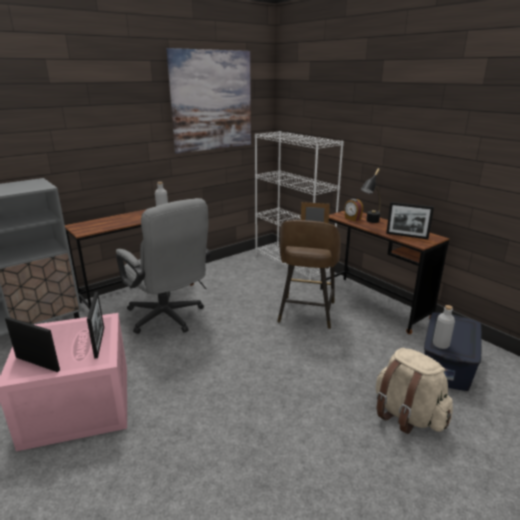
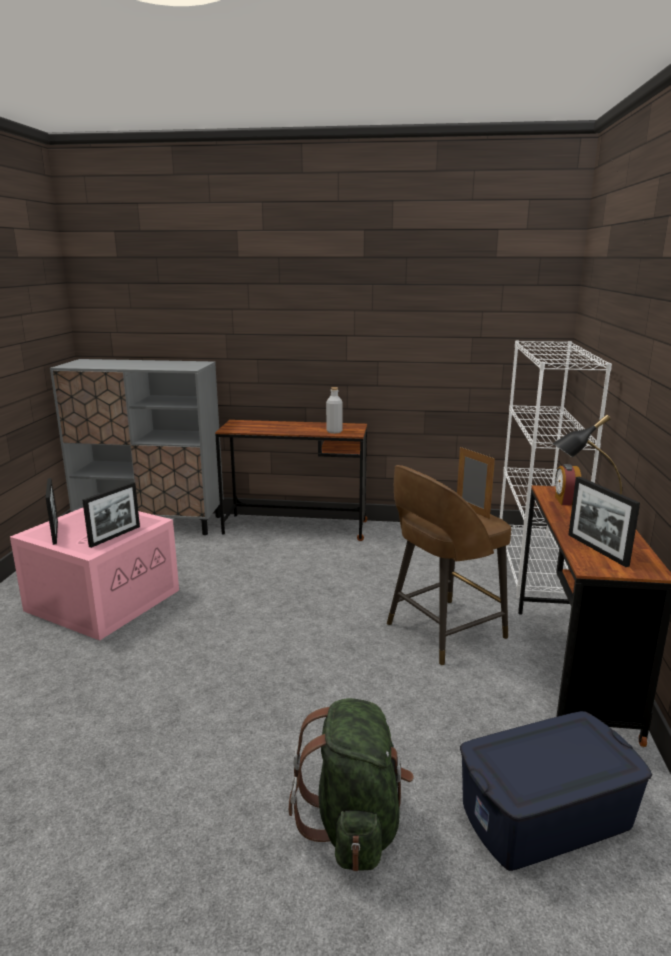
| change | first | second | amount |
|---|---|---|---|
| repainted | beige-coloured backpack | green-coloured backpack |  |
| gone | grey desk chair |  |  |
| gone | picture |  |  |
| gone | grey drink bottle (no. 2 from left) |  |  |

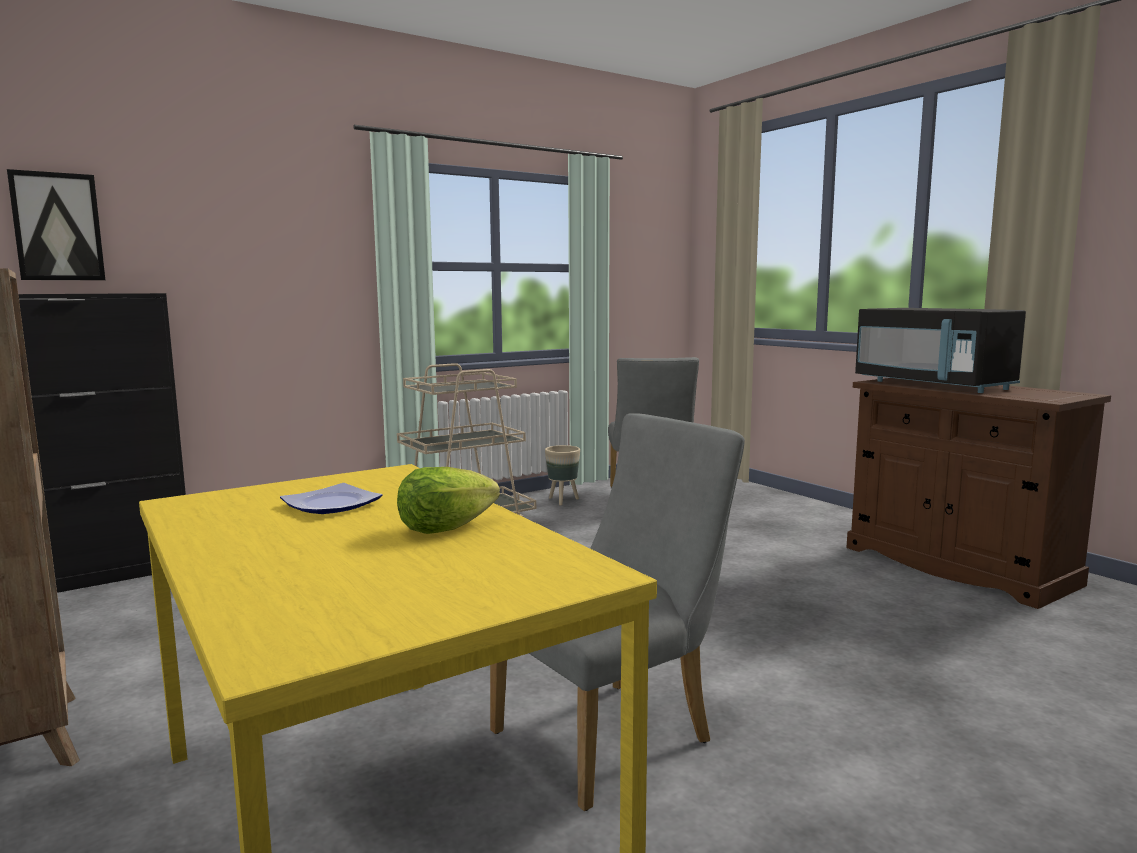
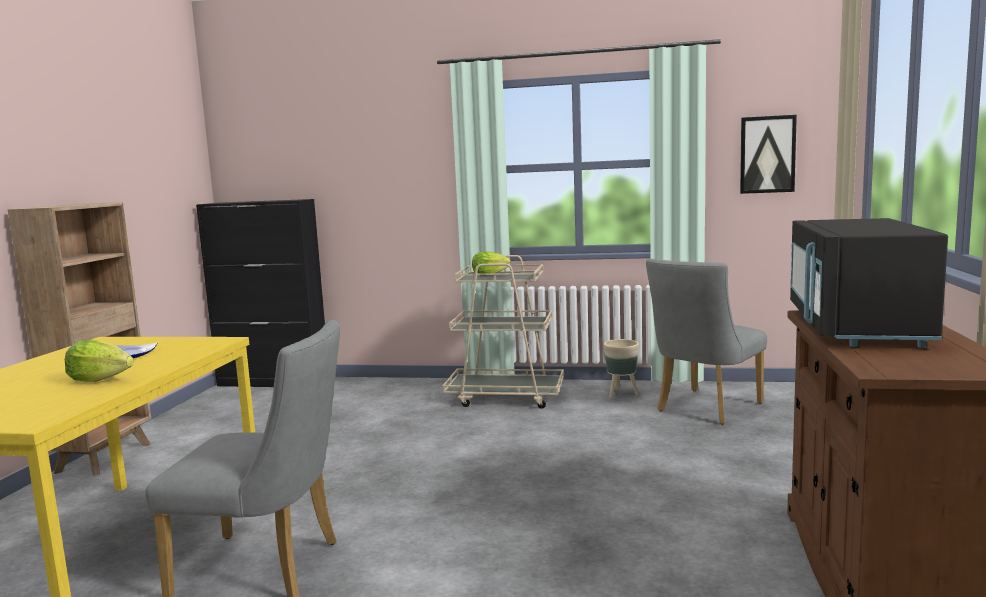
| change | first | second | amount |
|---|---|---|---|
| new |  | lettuce head (no. 2 from left) |  |
| shifted | picture |  |  |

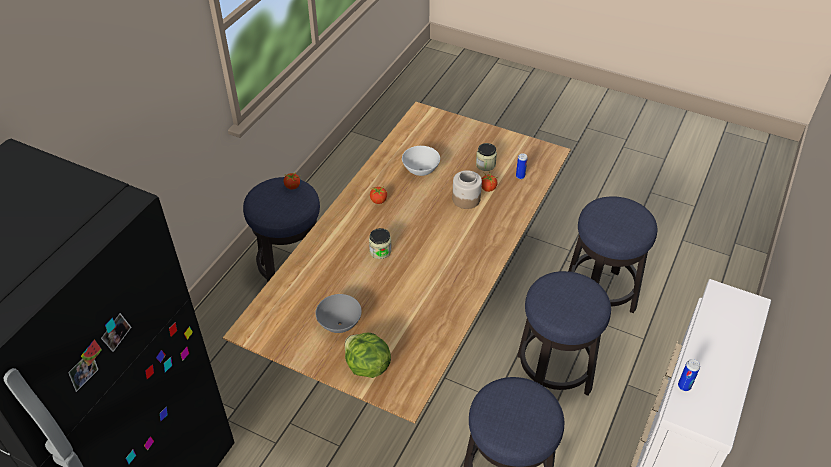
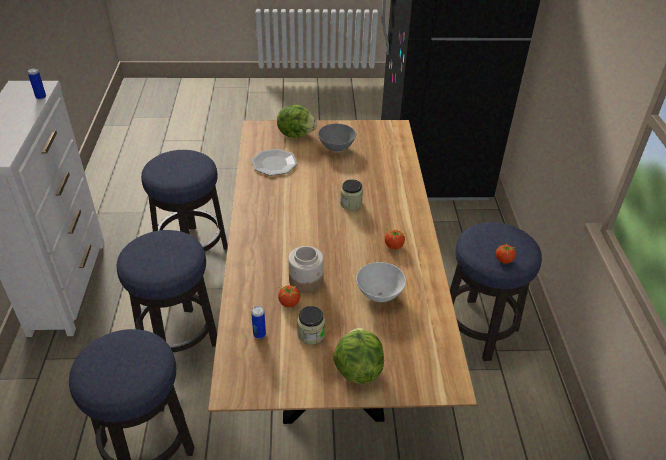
| change | first | second | amount |
|---|---|---|---|
| new |  | dinner plate |  |
| new |  | lettuce head (no. 2 from left) |  |

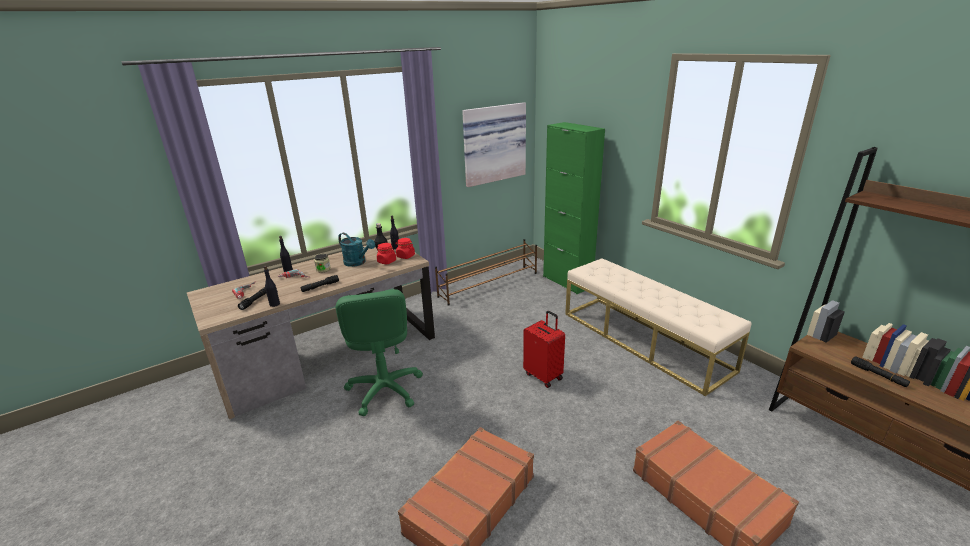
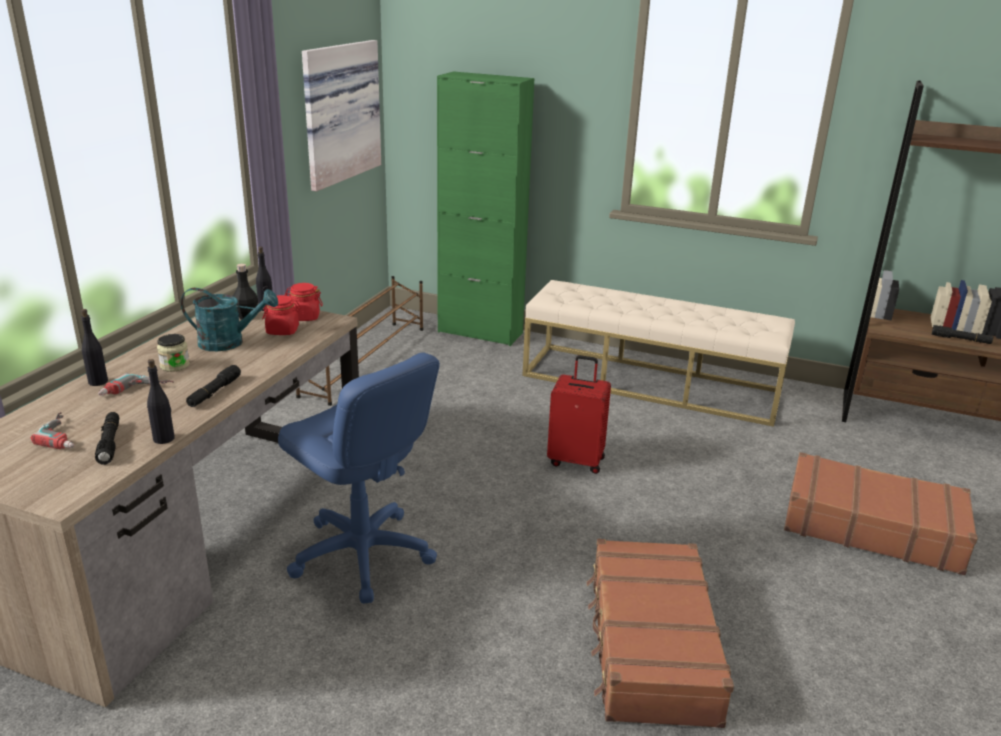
| change | first | second | amount |
|---|---|---|---|
| repainted | green-coloured desk chair | bluish desk chair |  |

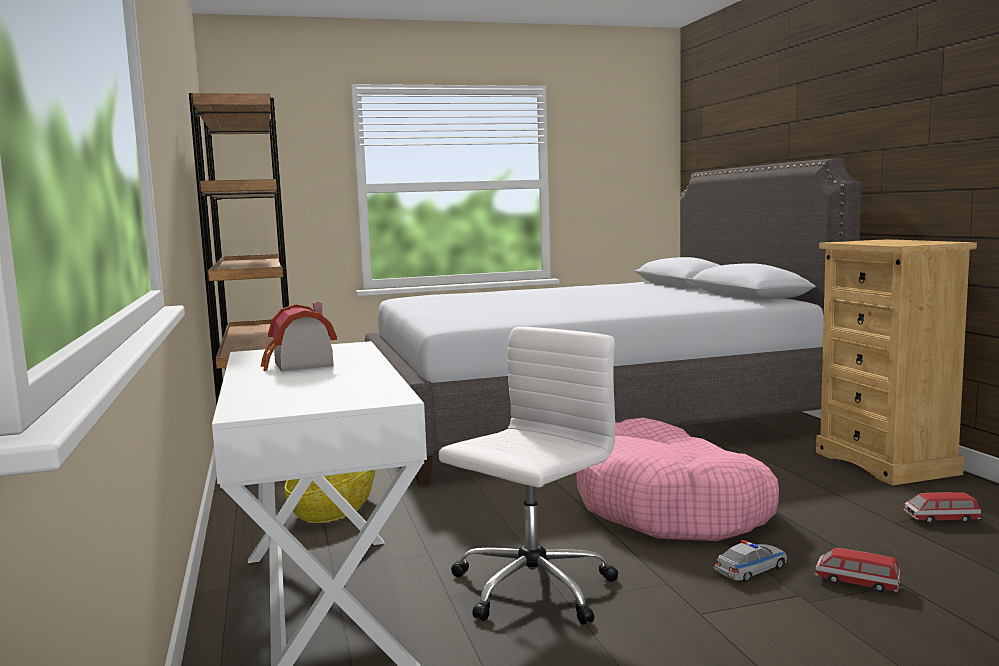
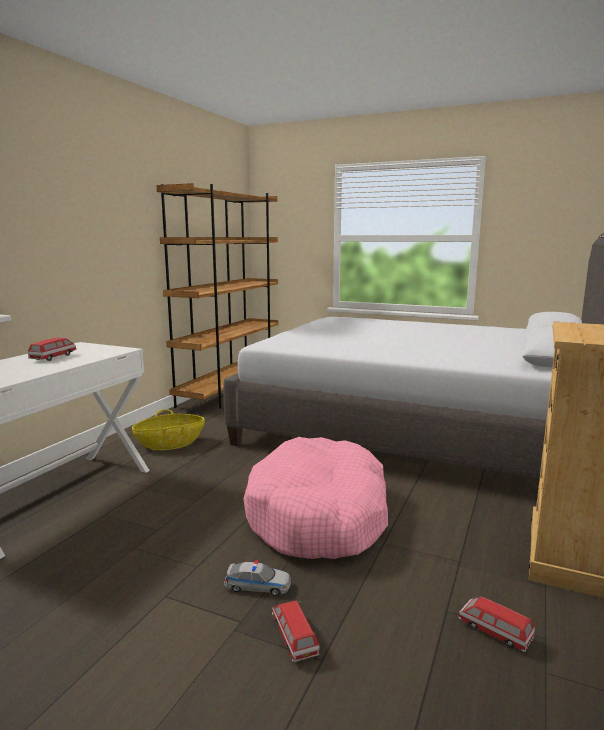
| change | first | second | amount |
|---|---|---|---|
| swapped | model house | model car (no. 1 from left) |  |
| gone | white desk chair |  |  |

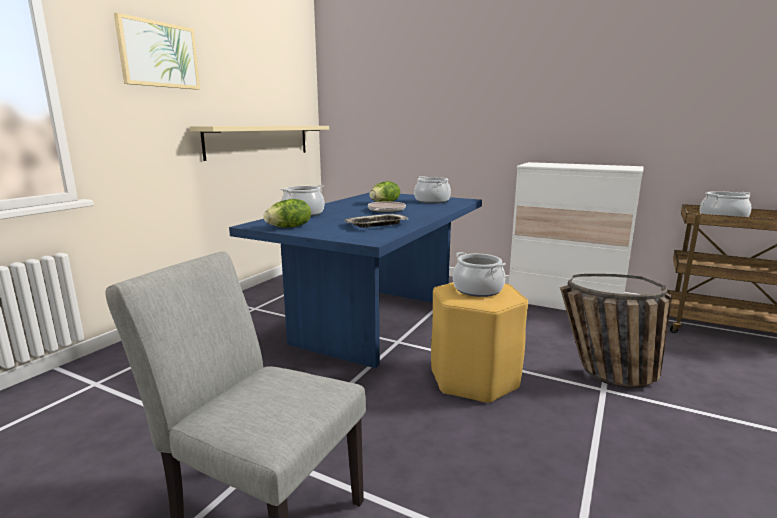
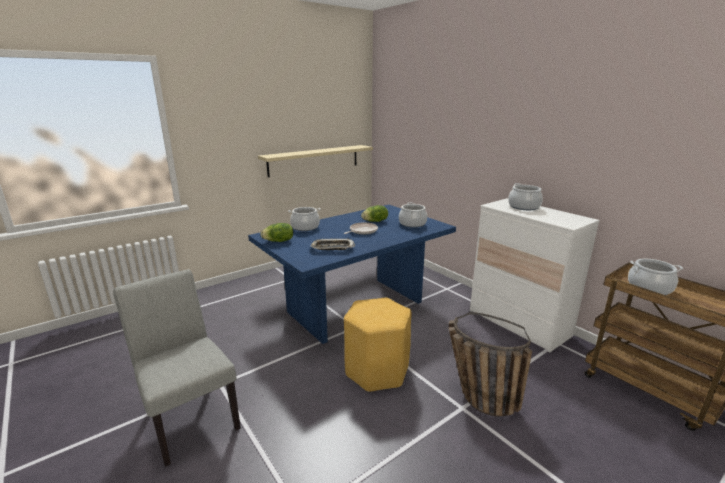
| change | first | second | amount |
|---|---|---|---|
| shifted | stockpot (no. 3 from left) |  |  |
| gone | picture |  |  |

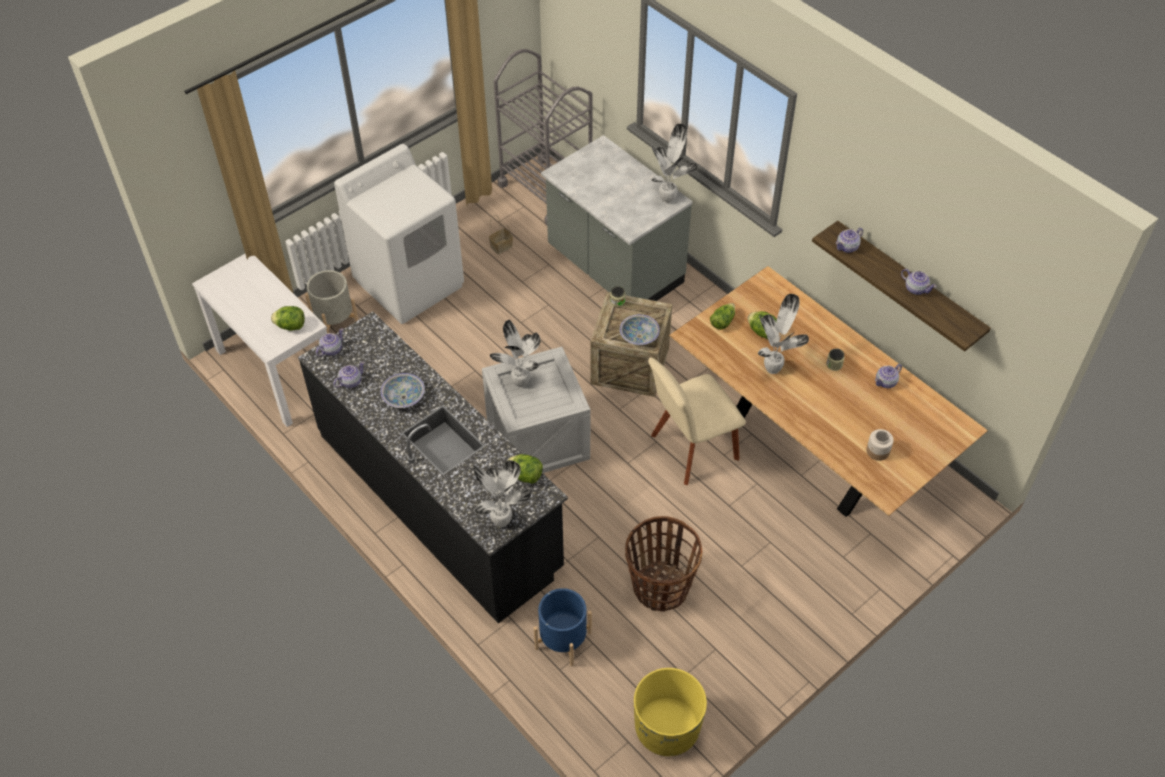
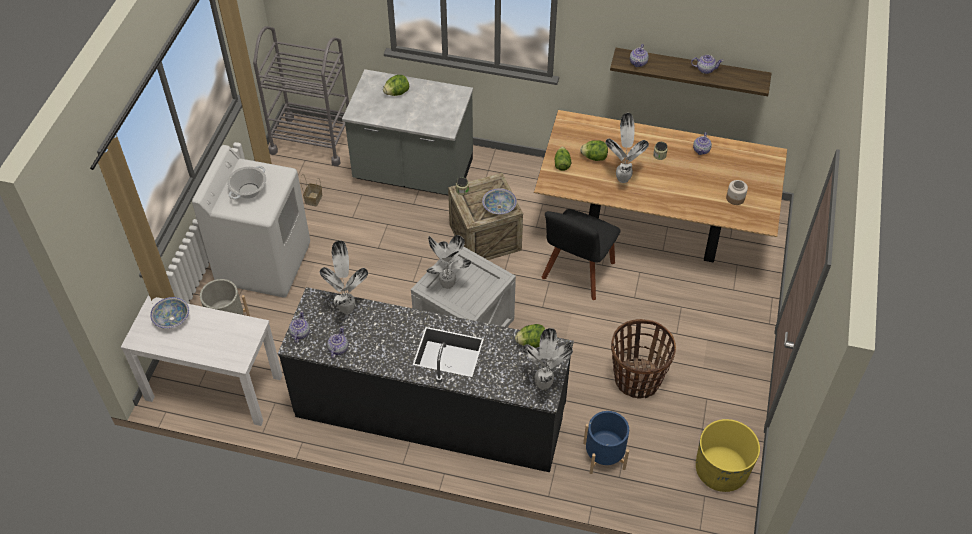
| change | first | second | amount |
|---|---|---|---|
| shifted | bowl (no. 1 from left) |  |  |
| new |  | stockpot |  |
| shifted | plant in a pot (no. 3 from left in the first image) | plant in a pot (no. 1 from left) |  |
| shifted | lettuce head (no. 1 from left) |  |  |
| repainted | beige-coloured upright chair | black-coloured upright chair |  |

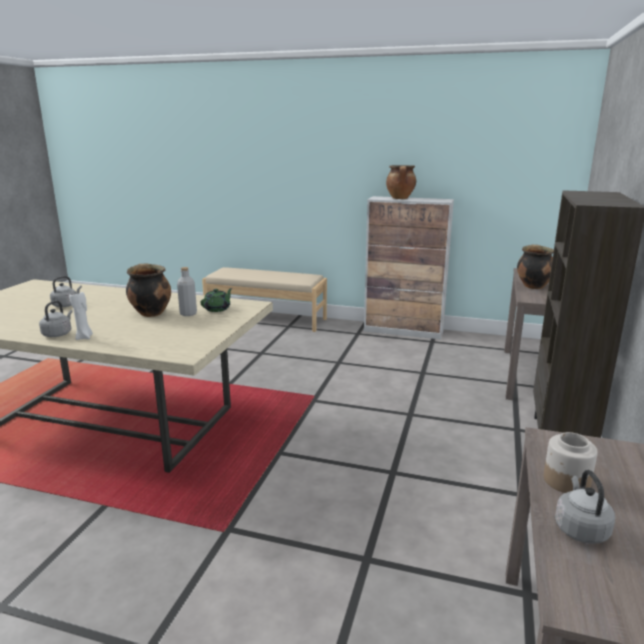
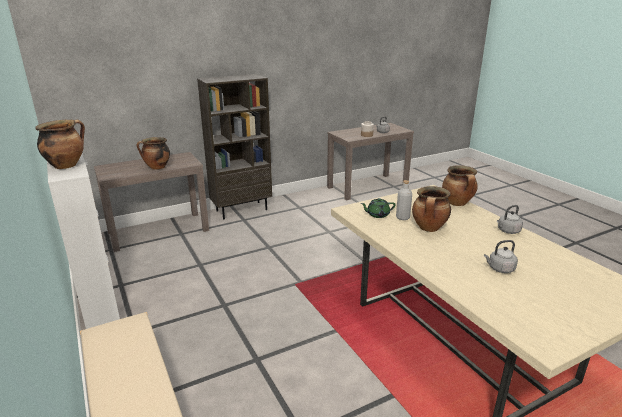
| change | first | second | amount |
|---|---|---|---|
| new |  | stockpot (no. 4 from left) |  |
| gone | white wax candle |  |  |

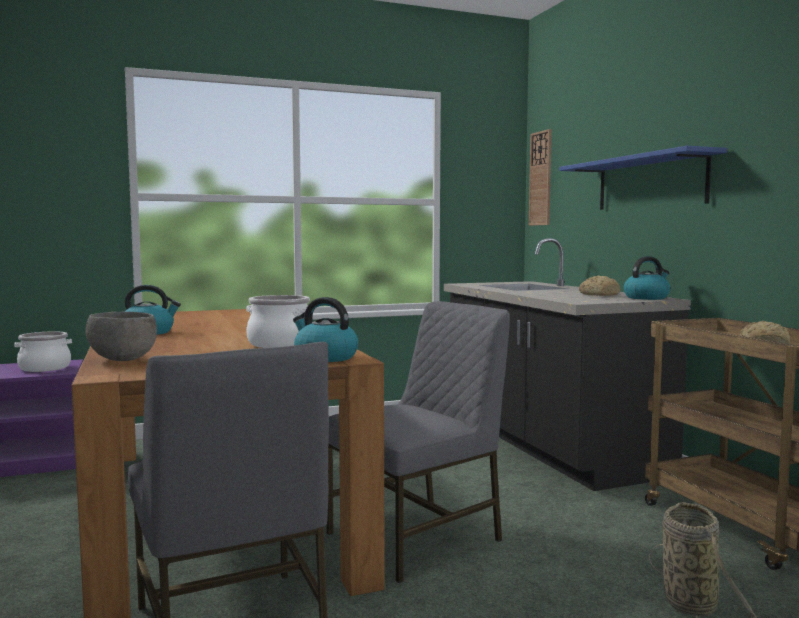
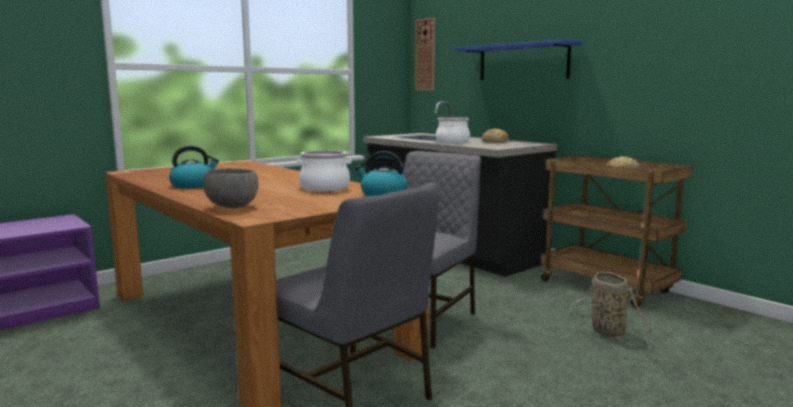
| change | first | second | amount |
|---|---|---|---|
| shifted | stockpot (no. 1 from left in the first image) | stockpot (no. 2 from left) |  |
| gone | water kettle (no. 3 from left) |  |  |

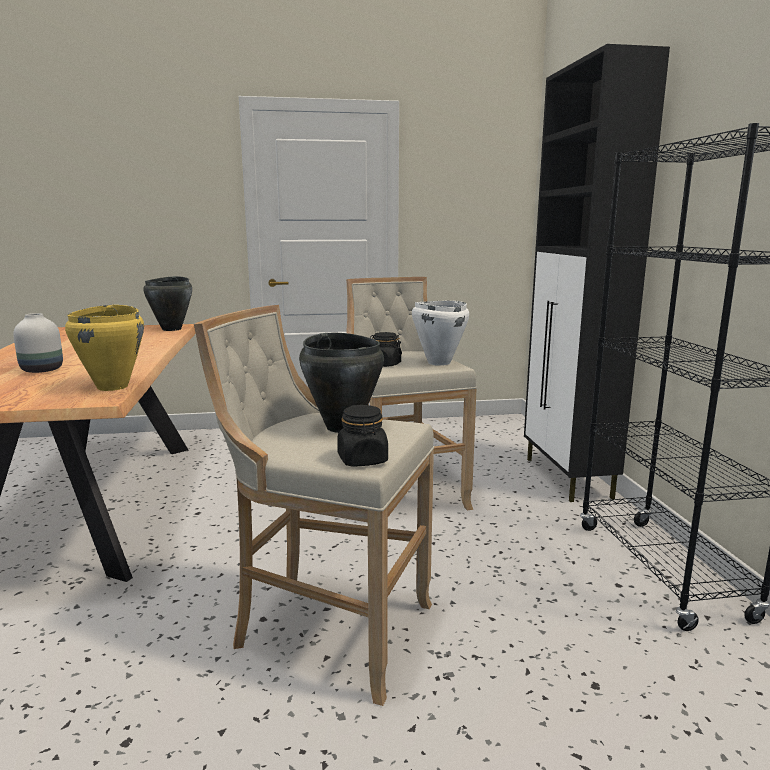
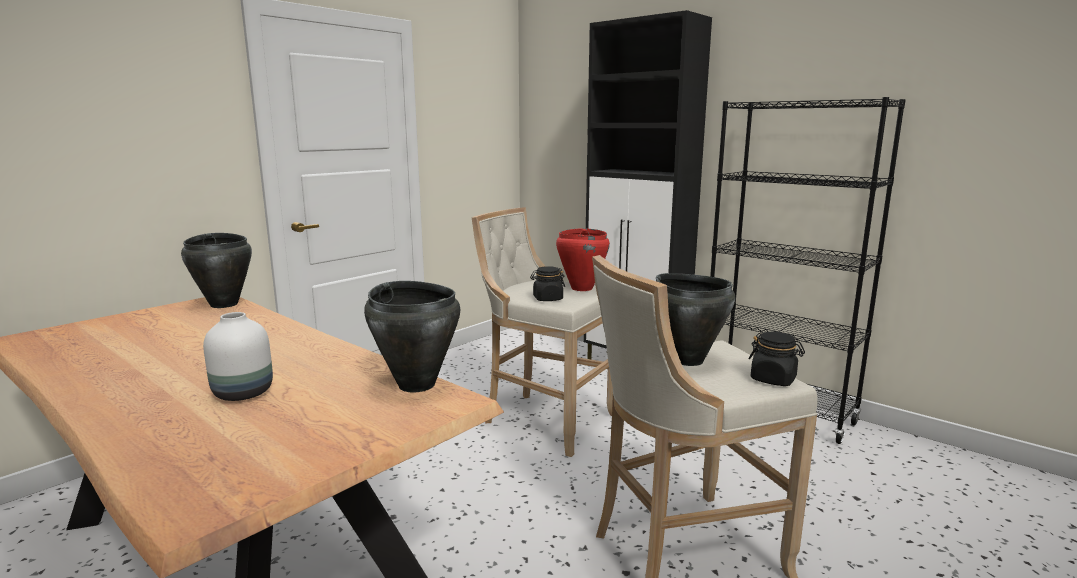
| change | first | second | amount |
|---|---|---|---|
| repainted | yellow-coloured stockpot | black-coloured stockpot (no. 2 from left) |  |
| repainted | white stockpot | red stockpot |  |

